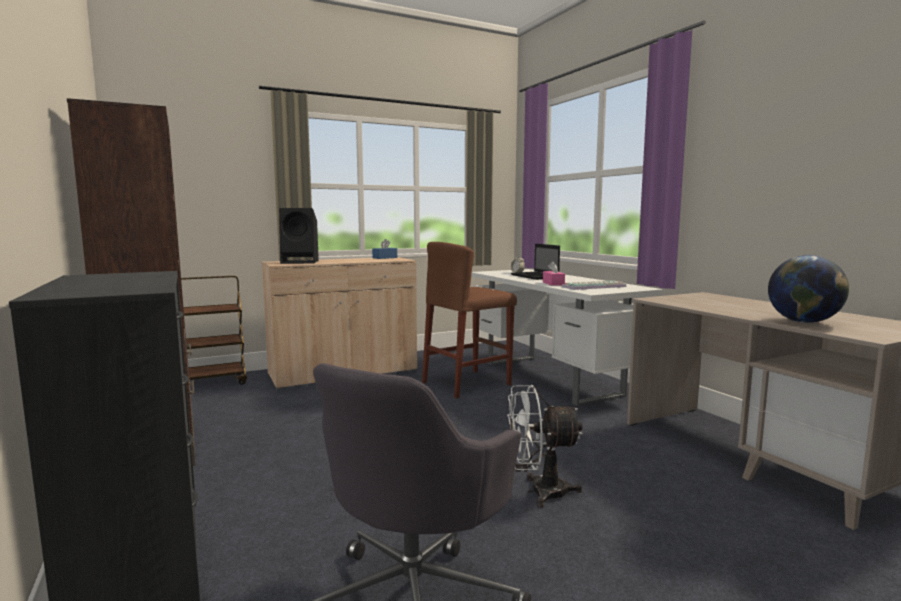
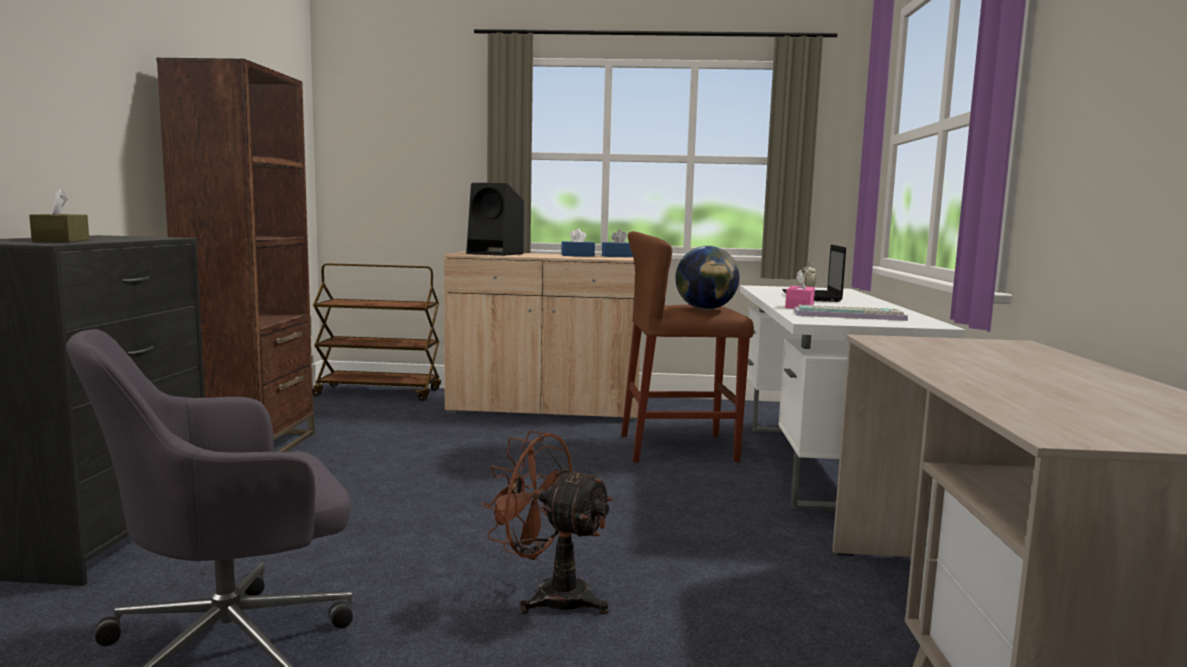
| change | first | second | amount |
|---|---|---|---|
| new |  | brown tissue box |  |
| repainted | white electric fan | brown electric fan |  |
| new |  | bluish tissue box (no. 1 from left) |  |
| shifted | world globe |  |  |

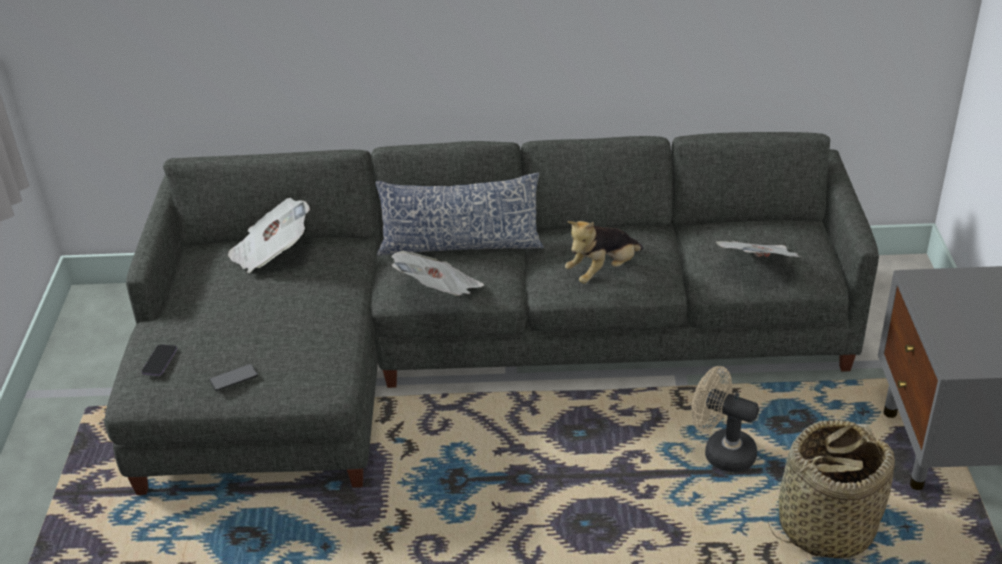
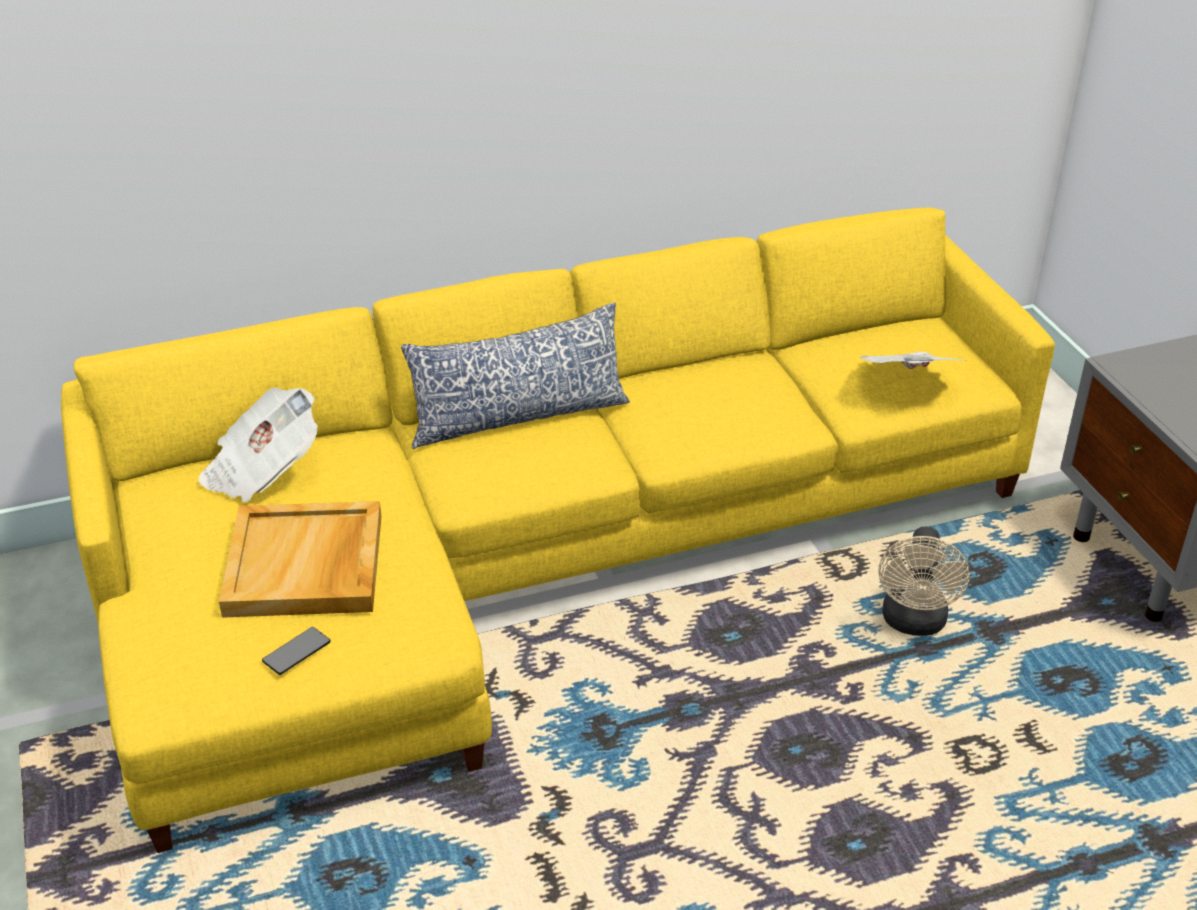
| change | first | second | amount |
|---|---|---|---|
| repainted | grey couch | yellow-coloured couch |  |
| new |  | beige-coloured carrying tray |  |
| rotated | beige-coloured electric fan |  | 90 degrees counterclockwise |
| gone | telephone (no. 1 from left) |  |  |
| gone | daily paper (no. 2 from left) |  |  |
| gone | plush toy |  |  |
| gone | household basket |  |  |

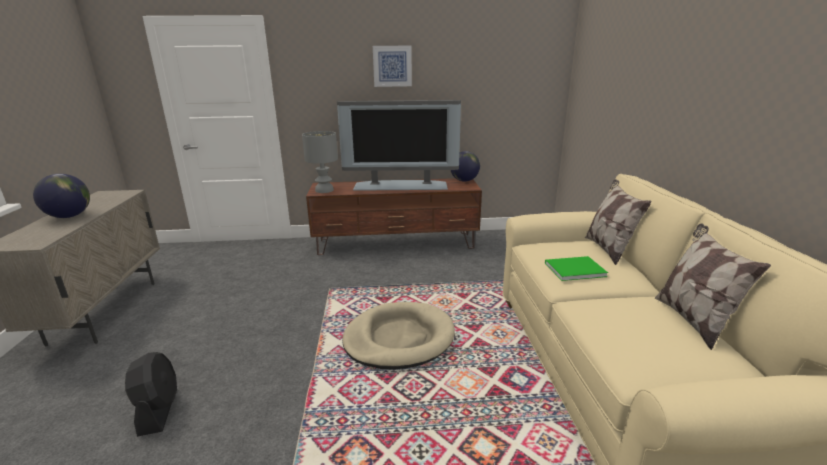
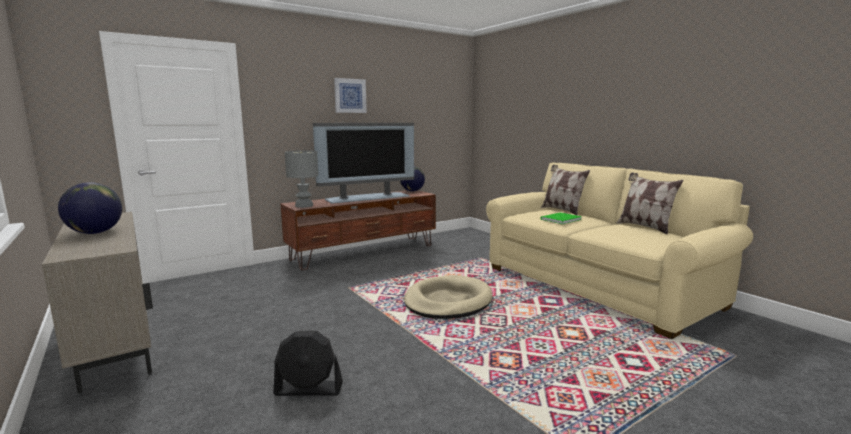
| change | first | second | amount |
|---|---|---|---|
| rotated | black-coloured electric fan |  | 135 degrees clockwise |

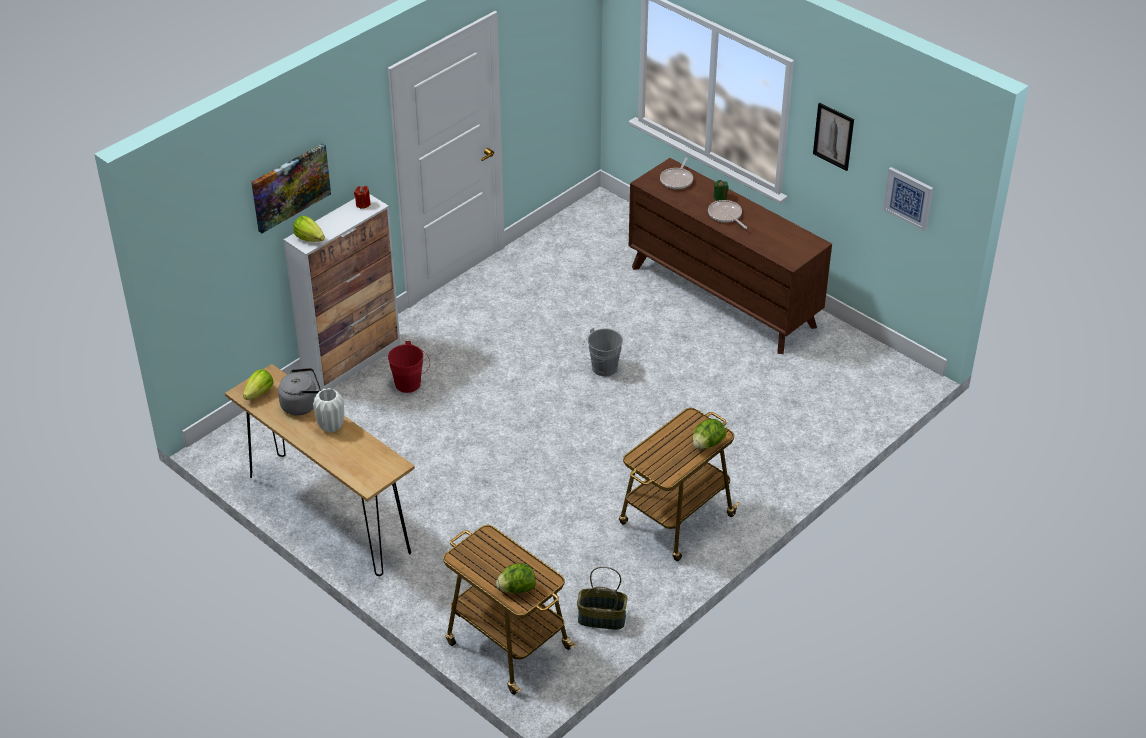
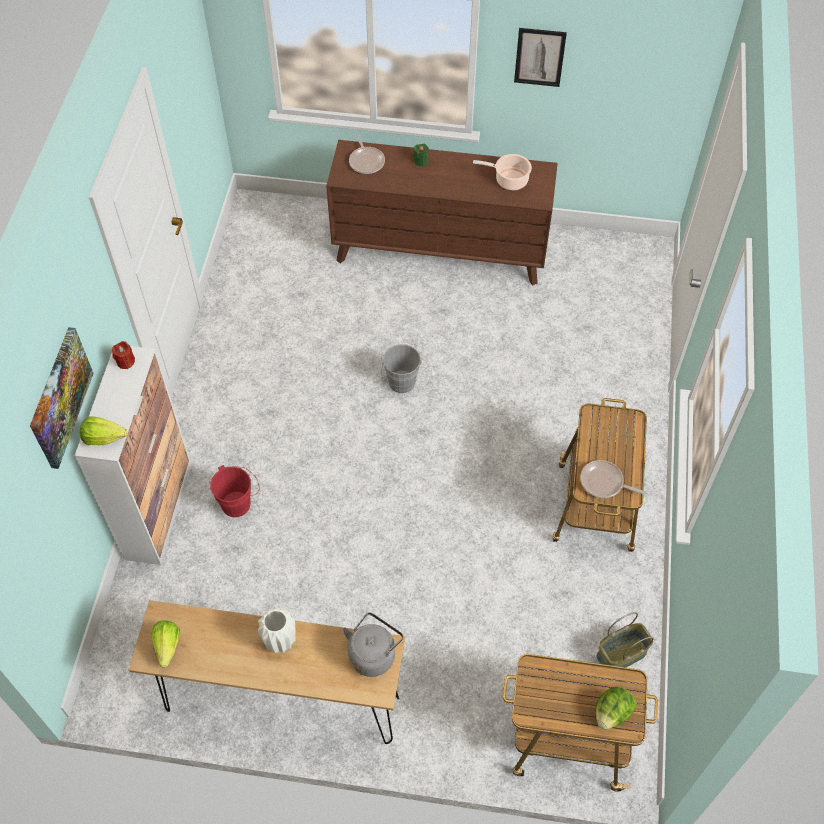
| change | first | second | amount |
|---|---|---|---|
| shifted | grey water kettle |  |  |
| new |  | stockpot |  |
| shifted | pan (no. 2 from left) |  |  |
| gone | lettuce head (no. 4 from left) |  |  |
| gone | picture (no. 3 from left) |  |  |

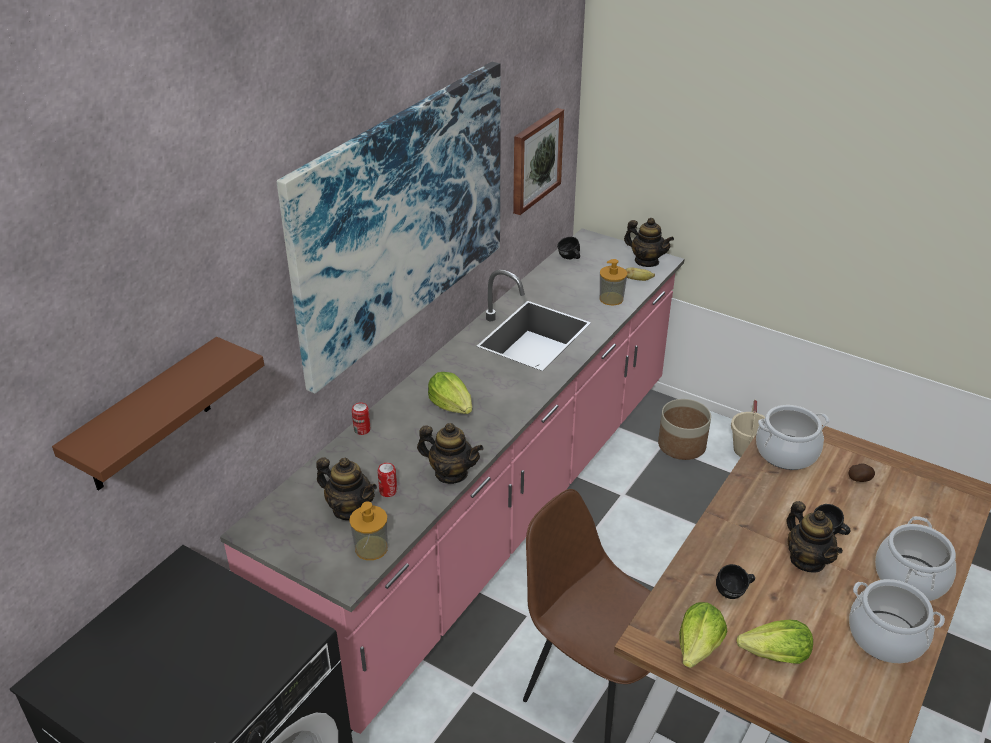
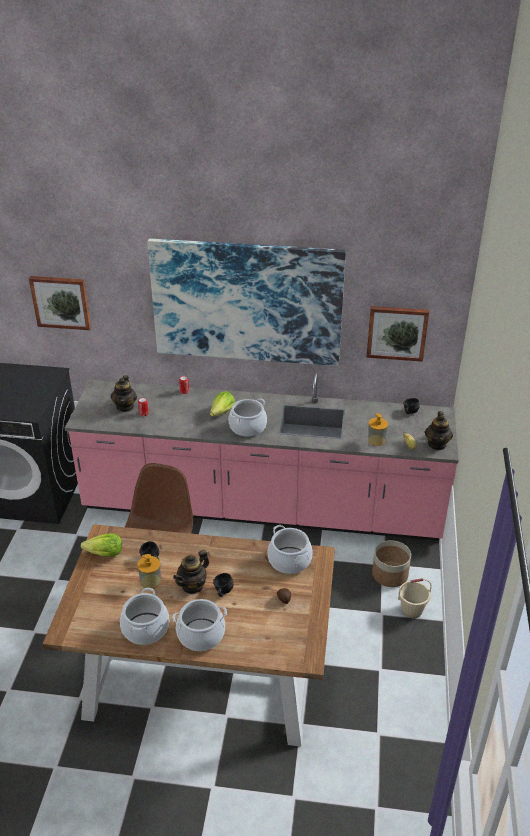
| change | first | second | amount |
|---|---|---|---|
| swapped | brown shelf | picture (no. 1 from left) |  |
| shifted | soap dispenser (no. 1 from left) |  |  |
| new |  | stockpot (no. 3 from left) |  |
| gone | teapot (no. 2 from left) |  |  |
| gone | lettuce head (no. 3 from left) |  |  |

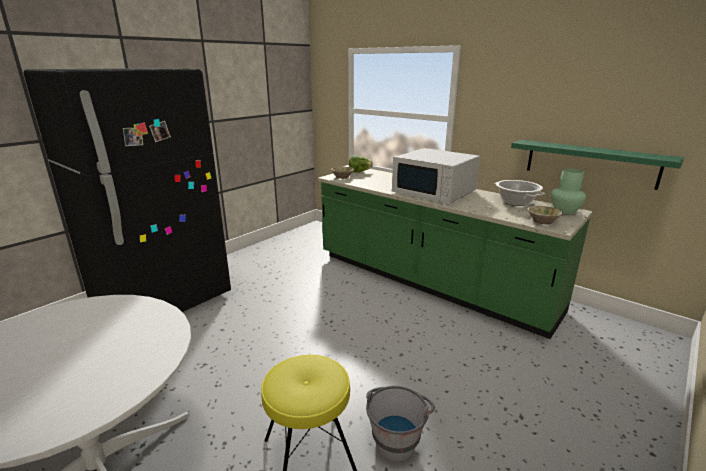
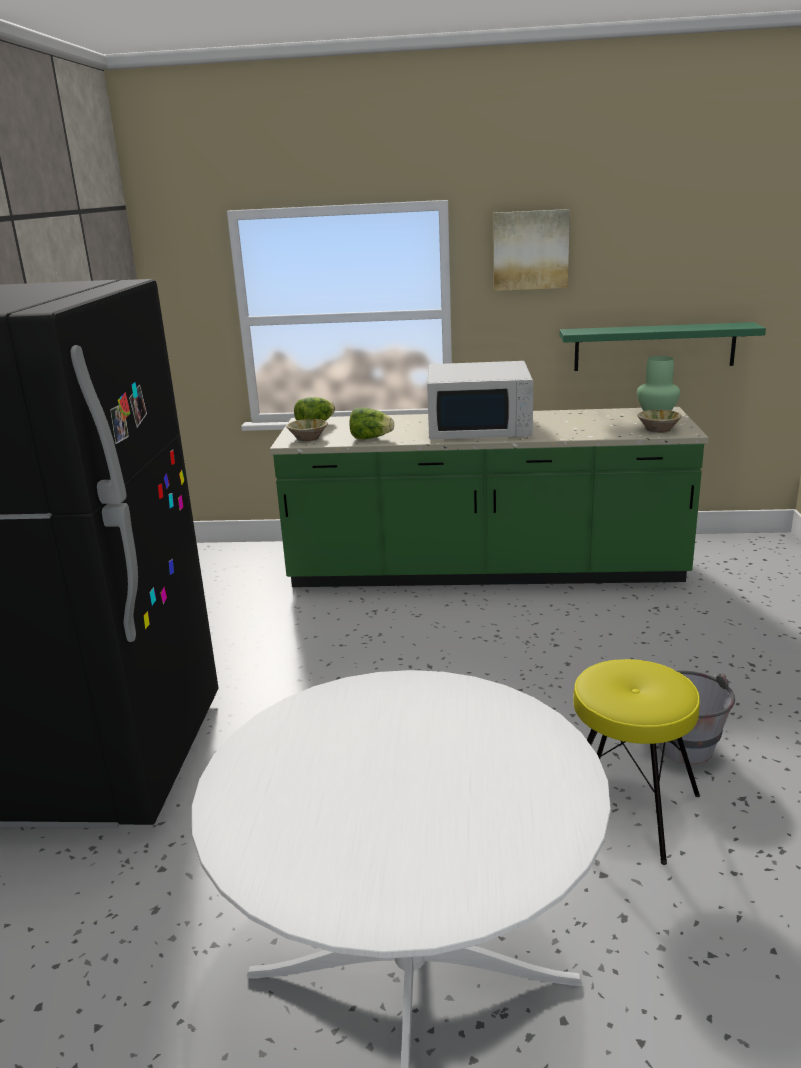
| change | first | second | amount |
|---|---|---|---|
| new |  | lettuce head (no. 2 from left) |  |
| new |  | picture |  |
| gone | stockpot |  |  |

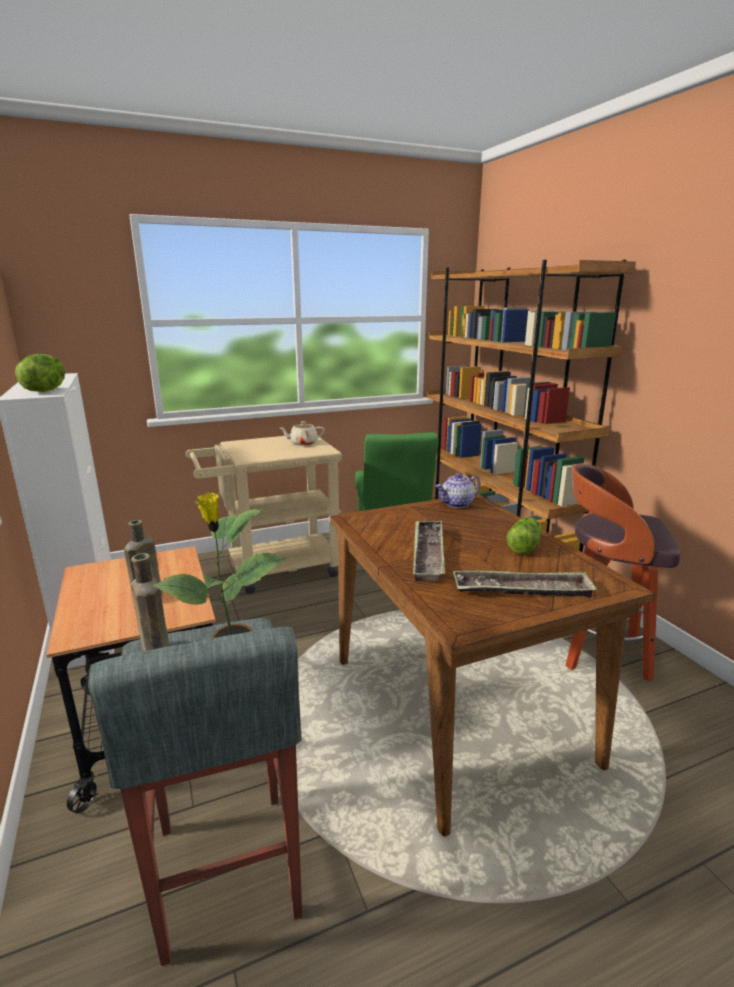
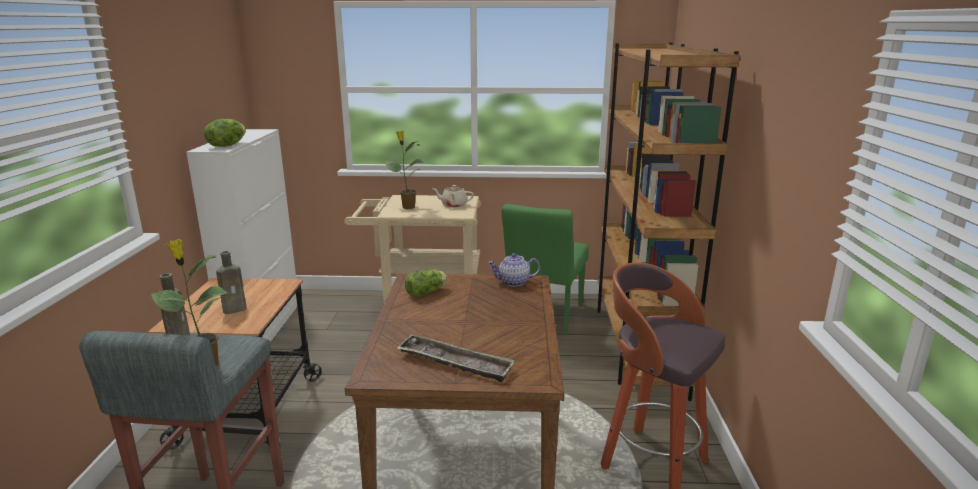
| change | first | second | amount |
|---|---|---|---|
| new |  | plant in a pot (no. 2 from left) |  |
| shifted | lettuce head (no. 2 from left) |  |  |
| gone | carrying tray (no. 1 from left) |  |  |

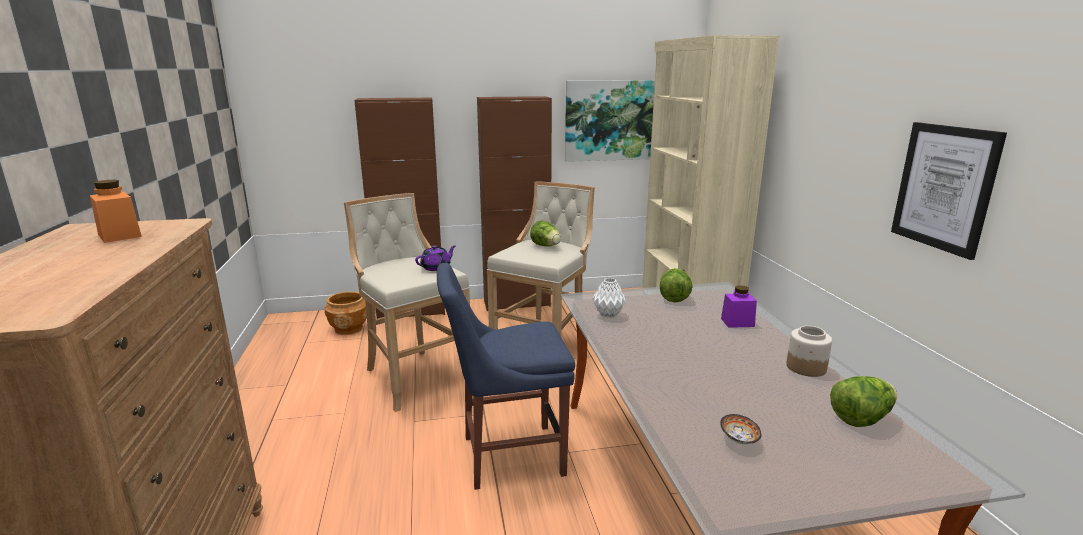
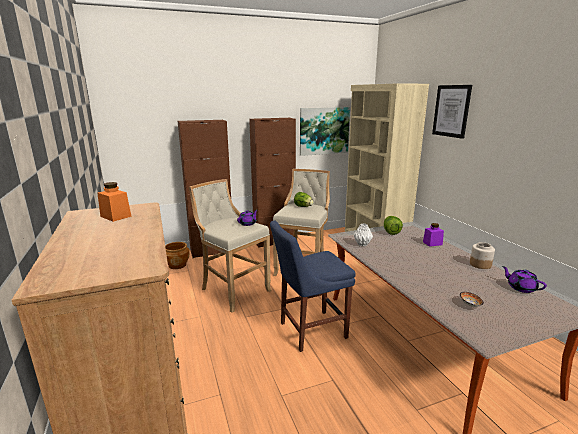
| change | first | second | amount |
|---|---|---|---|
| shifted | picture (no. 2 from left) |  |  |
| swapped | lettuce head (no. 3 from left) | purple teapot (no. 2 from left) |  |

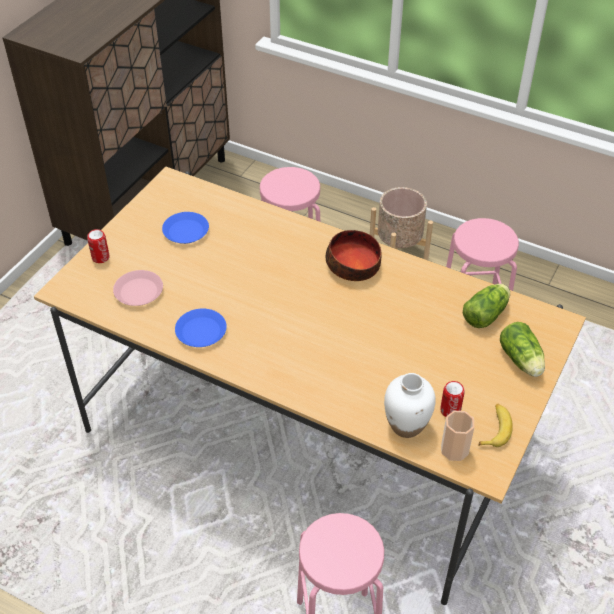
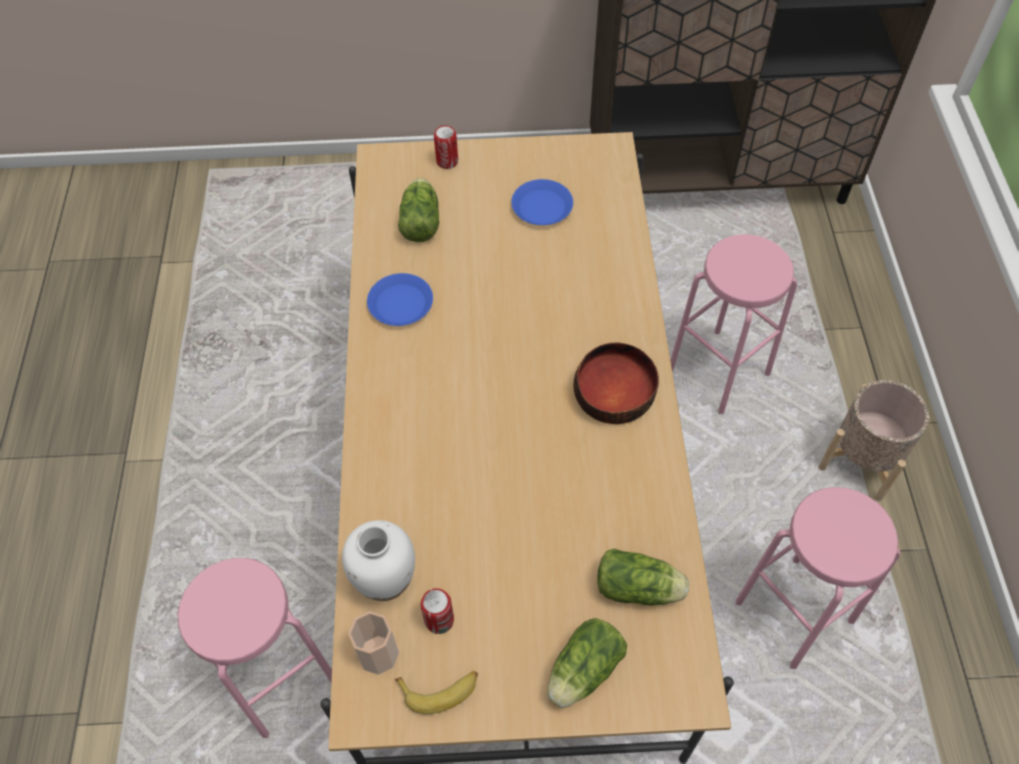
| change | first | second | amount |
|---|---|---|---|
| swapped | pinkish dinner plate | lettuce head (no. 1 from left) |  |

